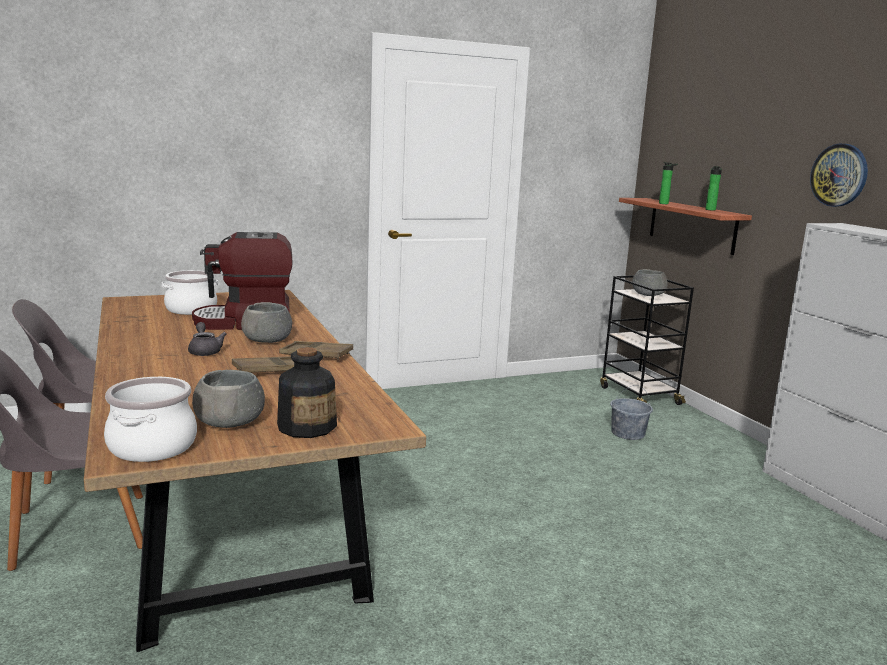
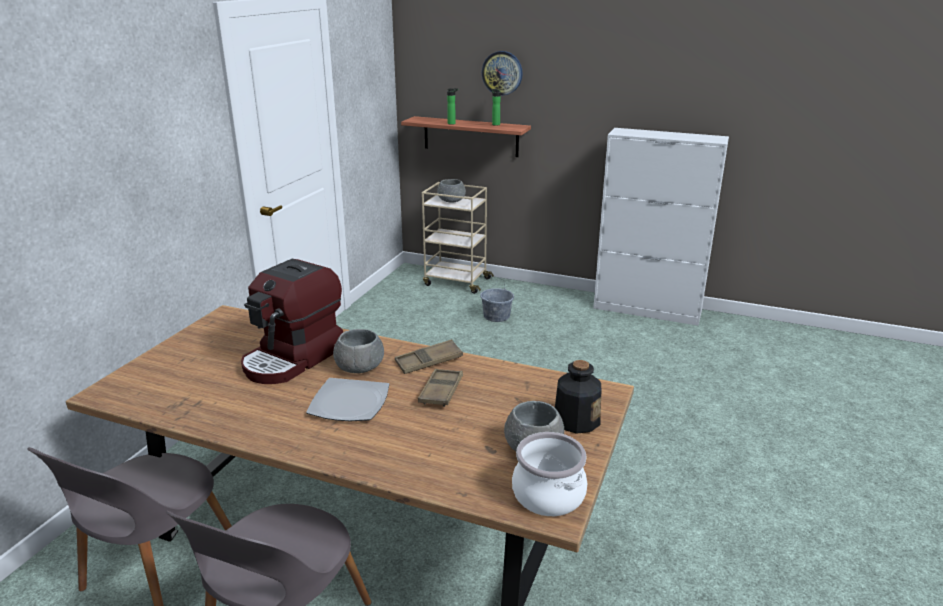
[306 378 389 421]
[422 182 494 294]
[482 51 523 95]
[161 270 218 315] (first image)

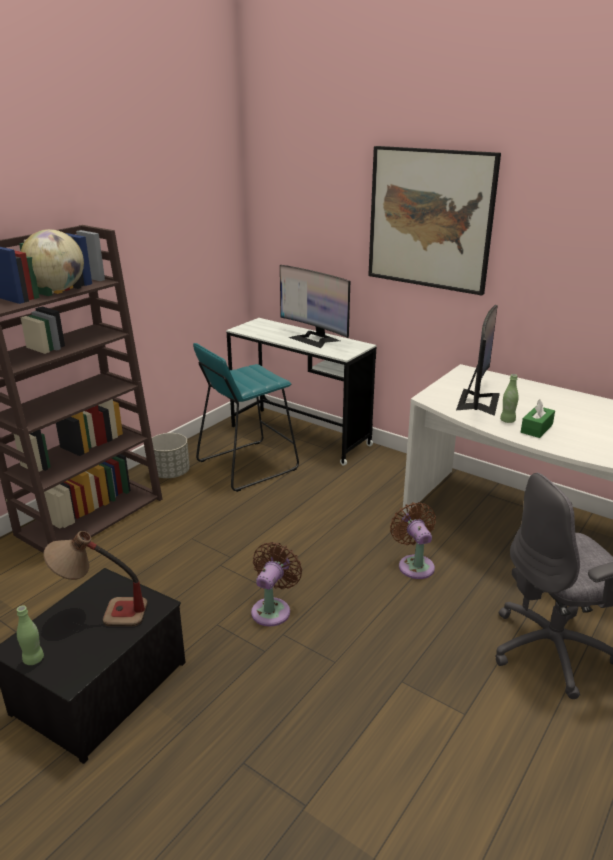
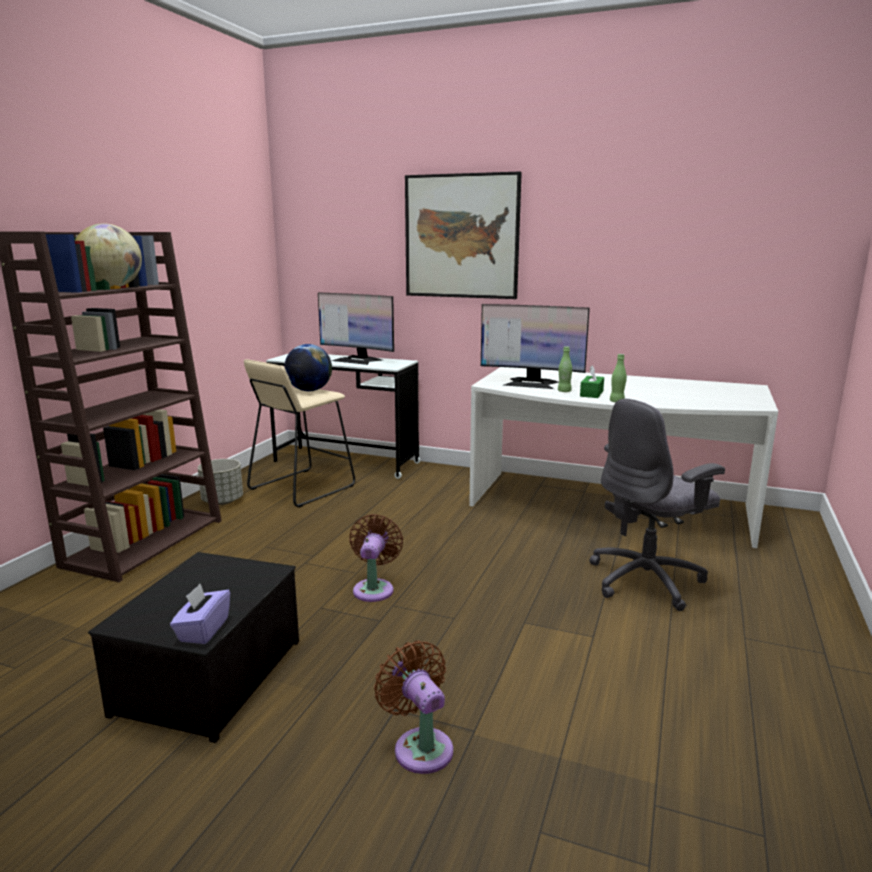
[170 584 230 644]
[244 359 355 508]
[284 344 332 391]
[374 640 453 774]
[481 304 590 389]
[610 354 627 402]
[43 531 148 626] (first image)

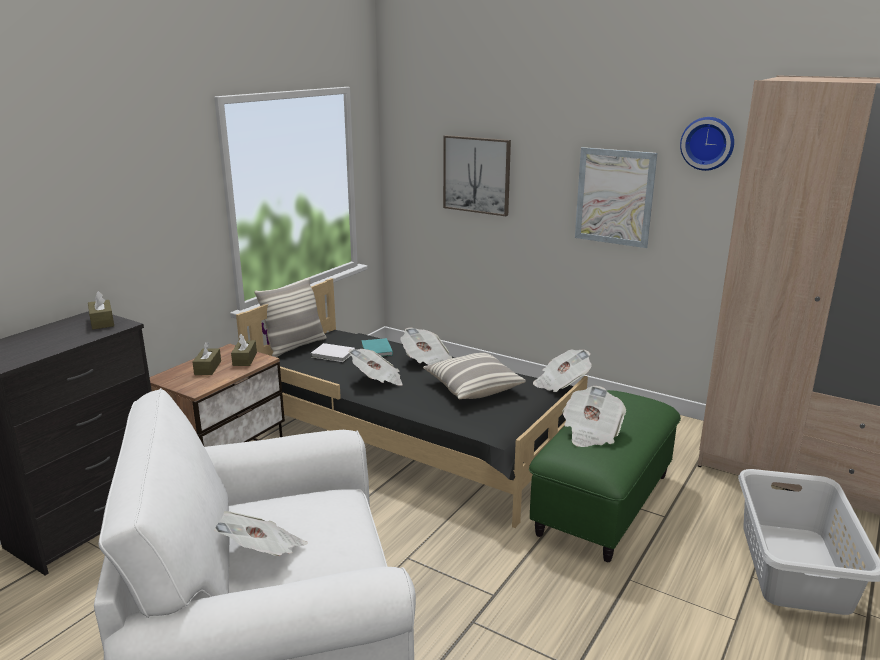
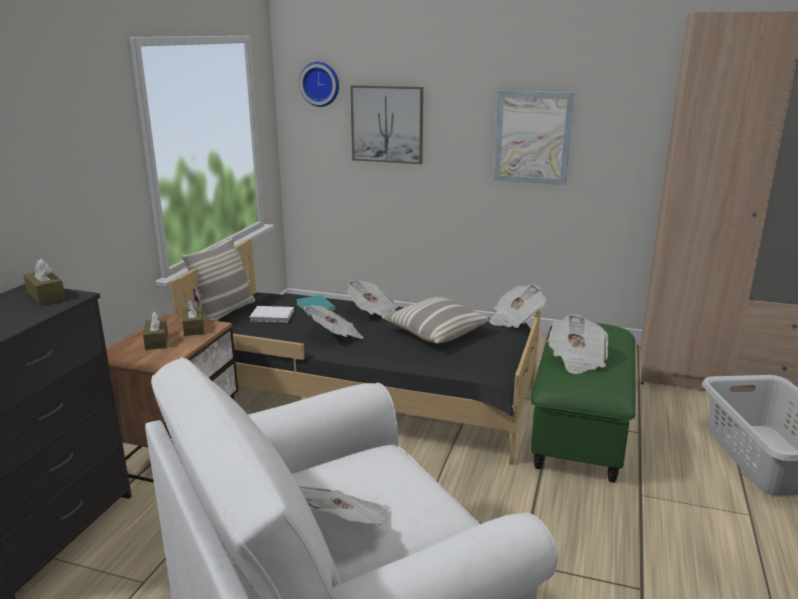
[299 62 339 107]

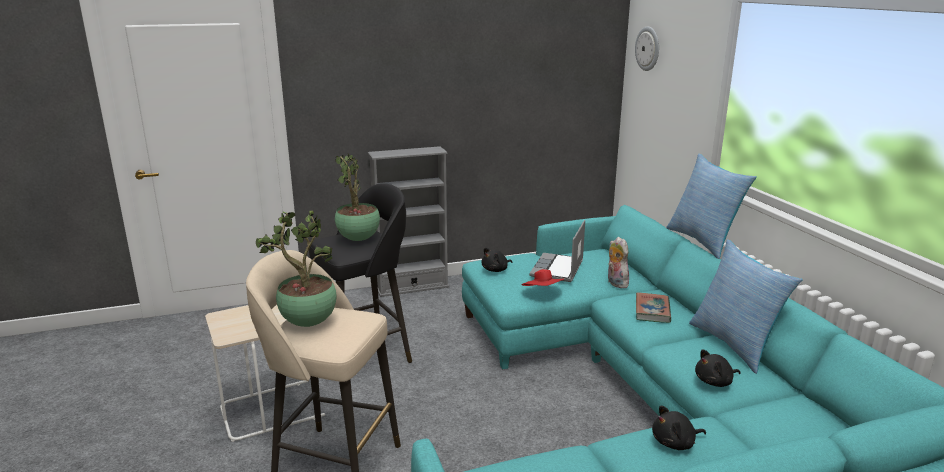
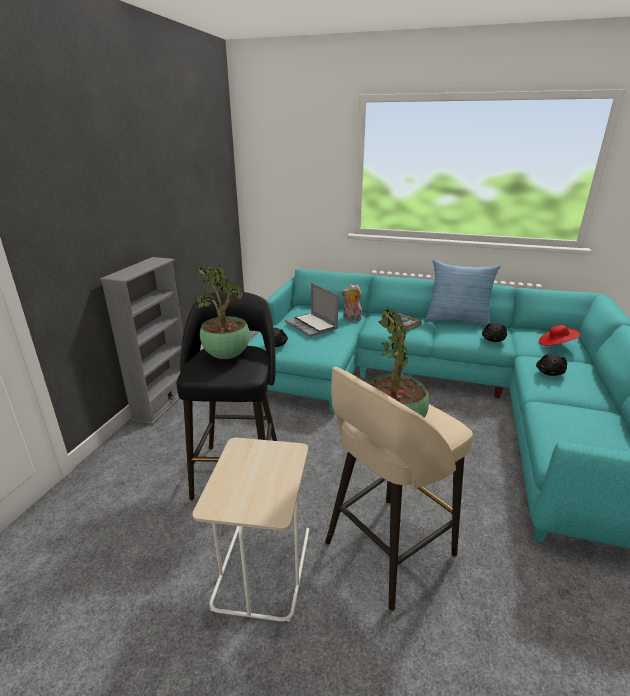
[539 325 580 346]
[635 26 659 71] (first image)
[666 153 757 259] (first image)

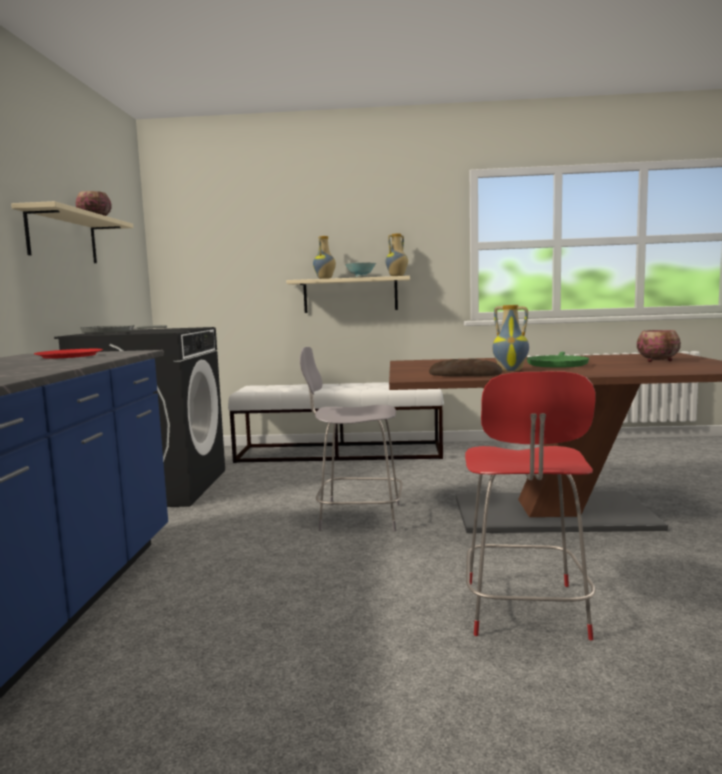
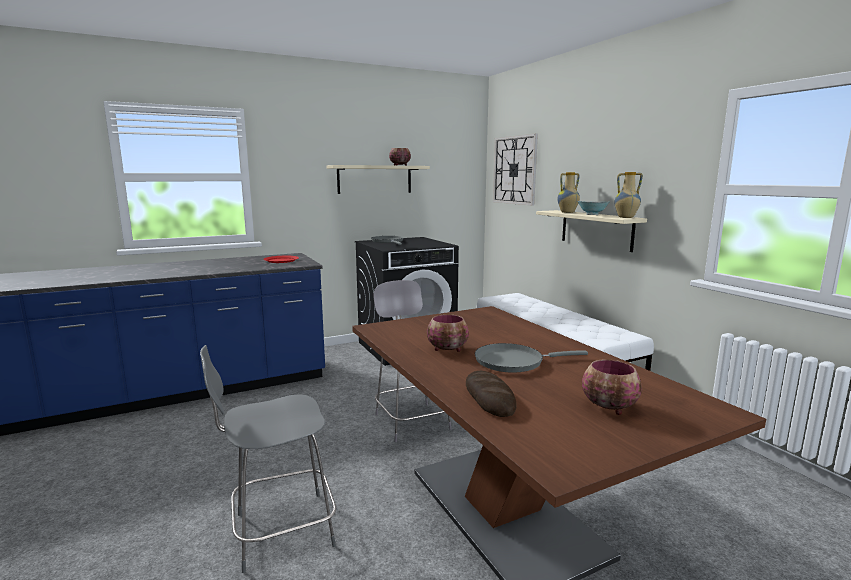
[200 345 336 573]
[427 314 469 352]
[466 371 517 417]
[475 343 588 373]
[493 134 538 205]

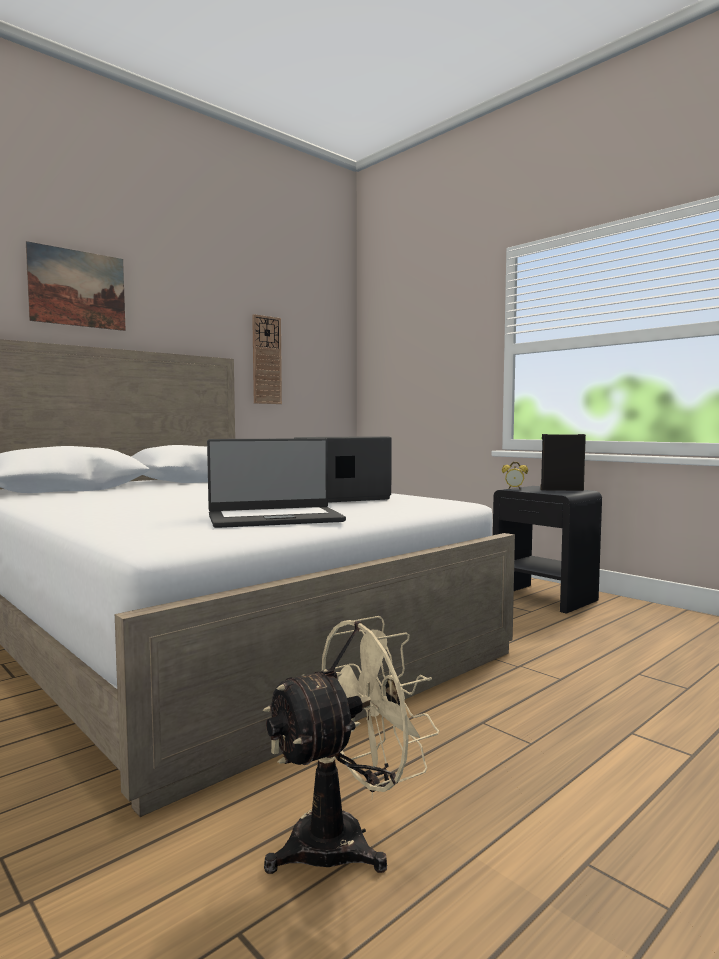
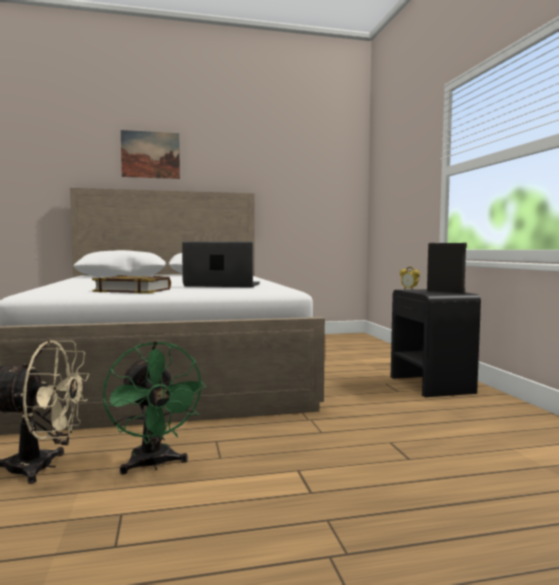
[92 275 171 293]
[103 341 207 474]
[252 314 282 404] (first image)

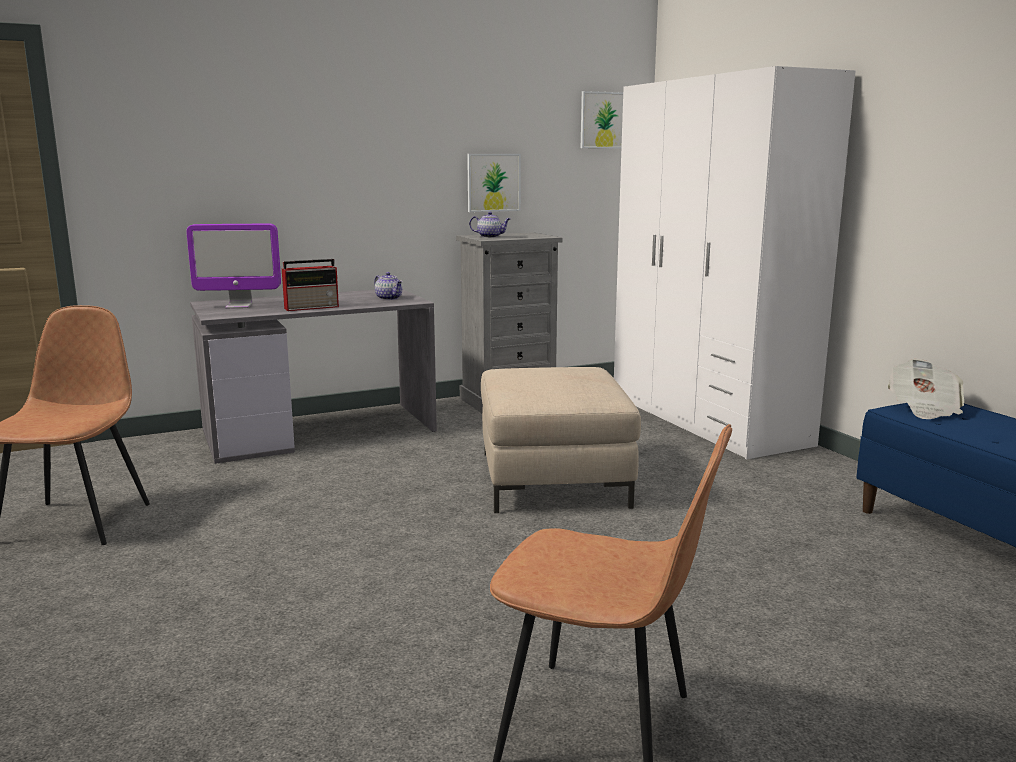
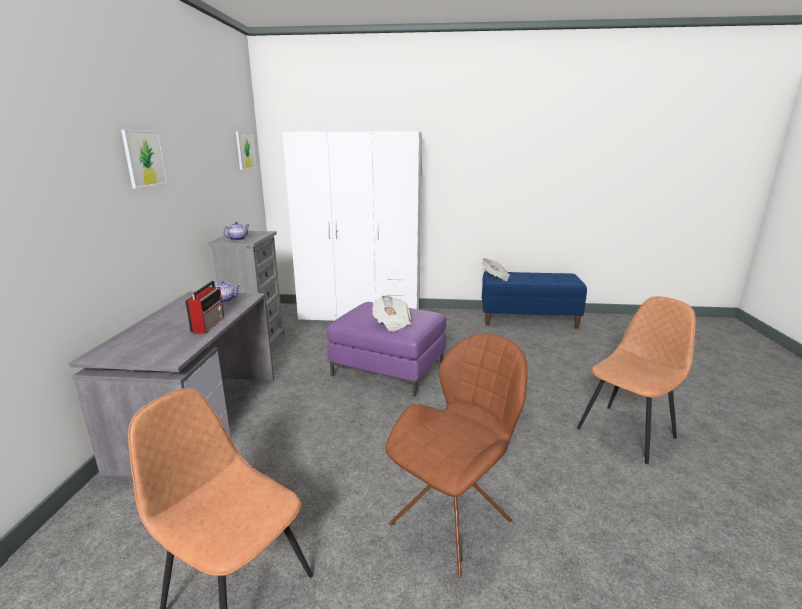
[121 130 167 189]
[327 302 446 397]
[372 295 411 332]
[386 334 527 578]
[186 224 281 308] (first image)

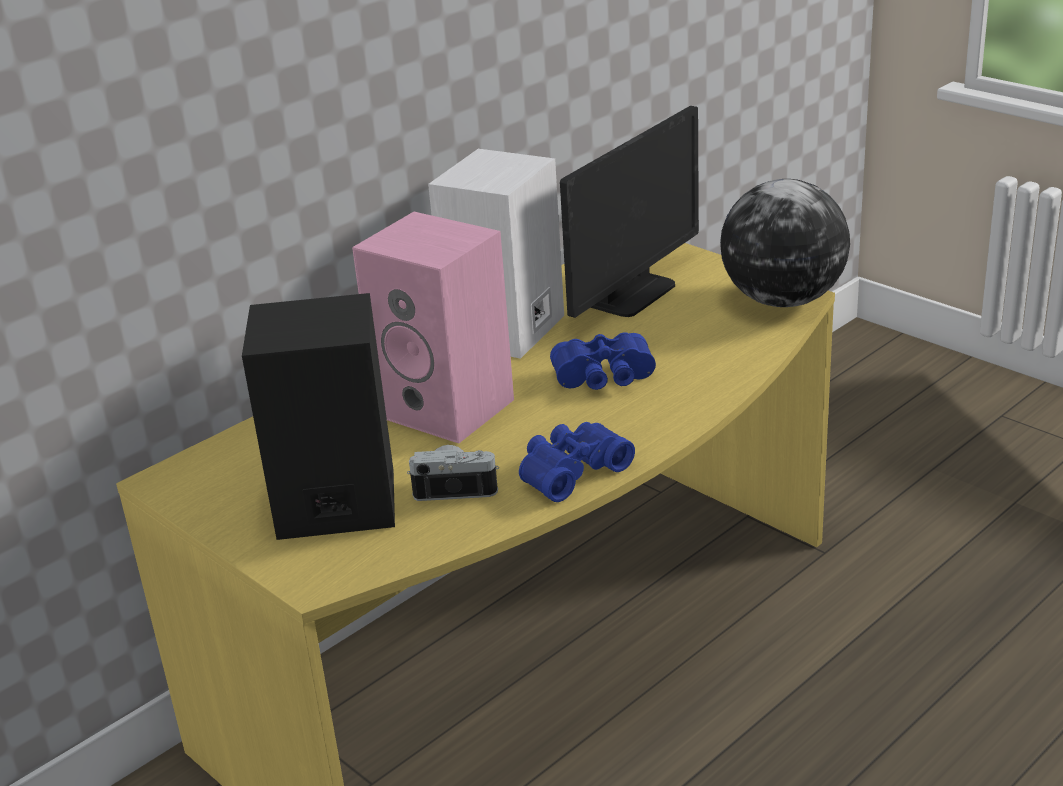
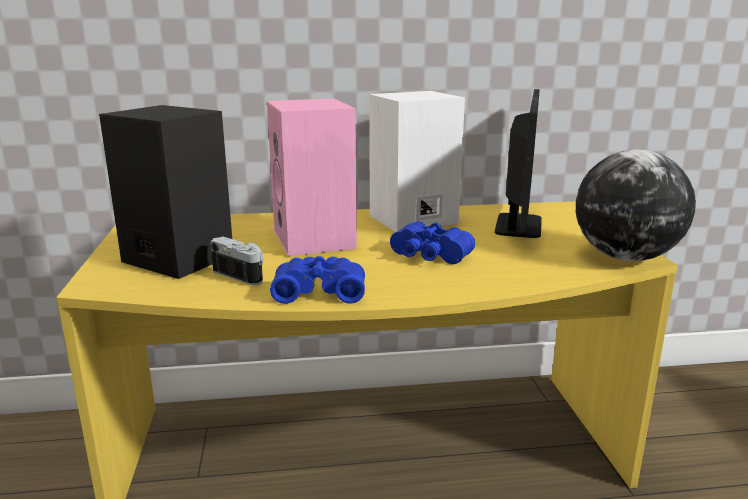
[495 89 542 238]

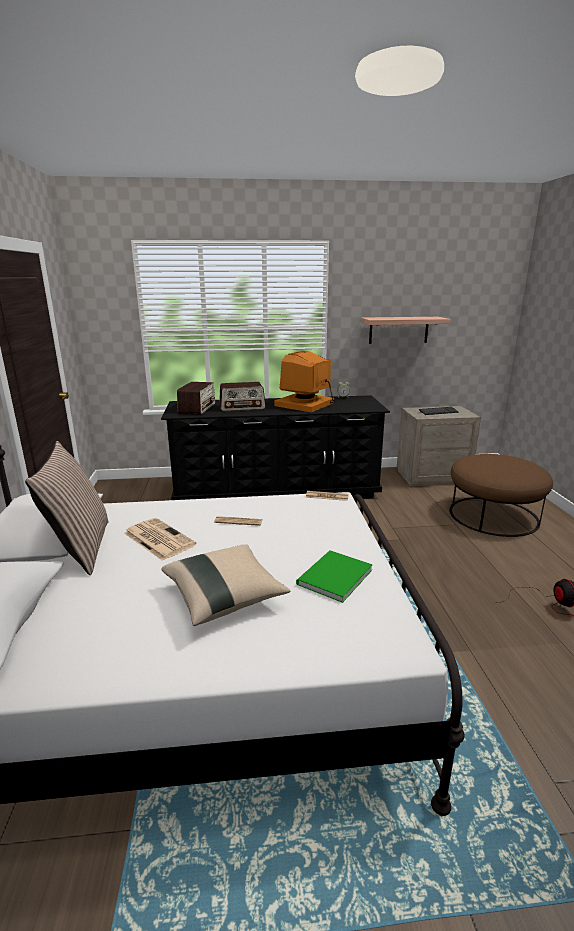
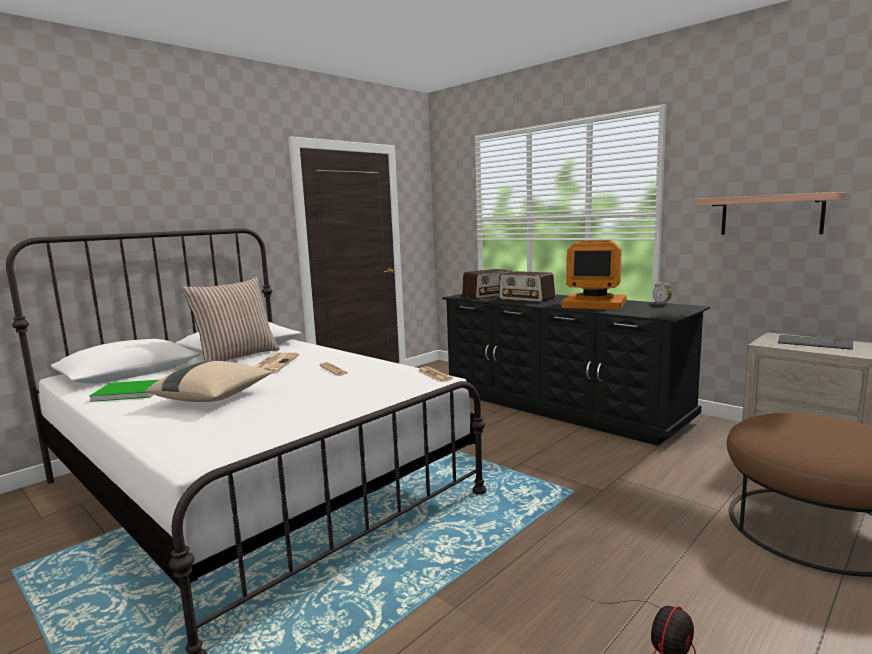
[89 380 159 402]
[561 240 627 310]

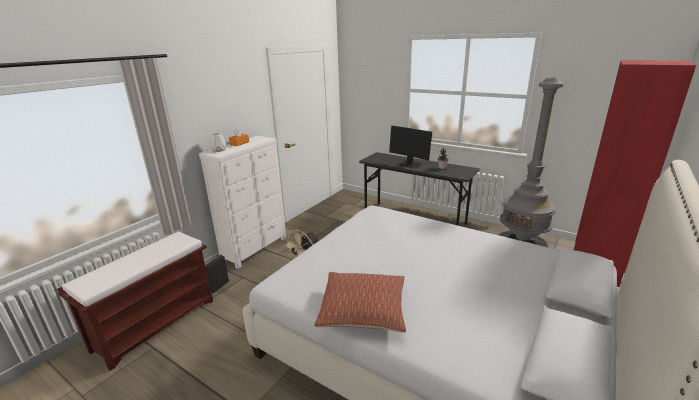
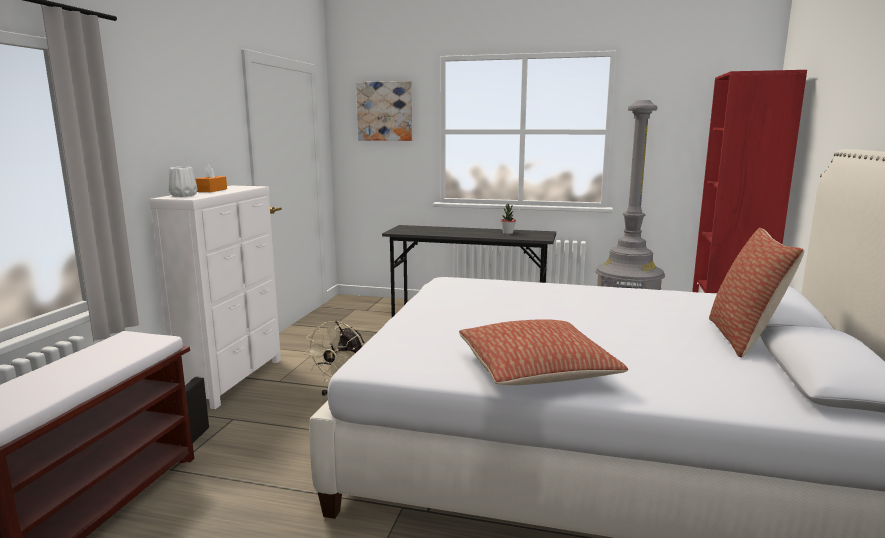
[356 81 412 141]
[709 228 805 358]
[389 126 432 168] (first image)

